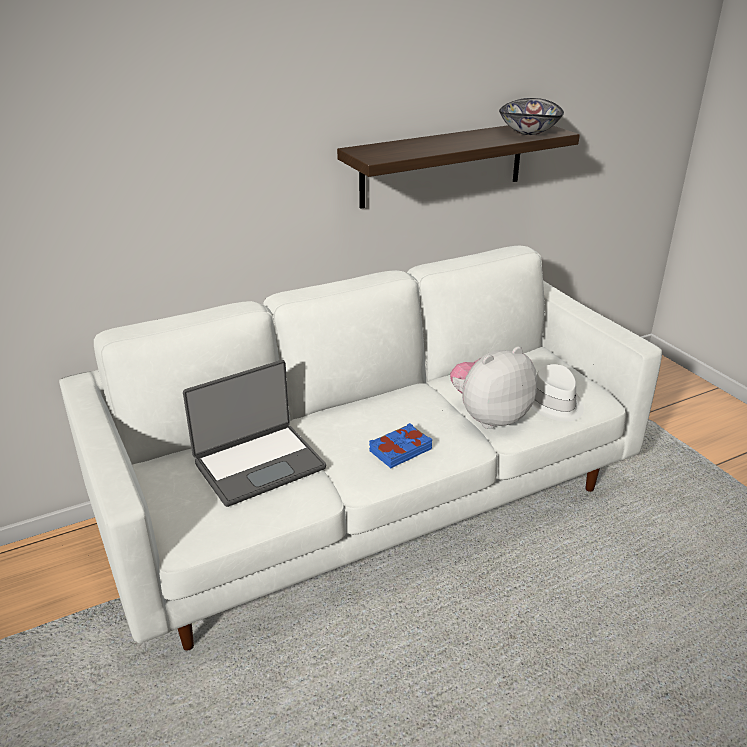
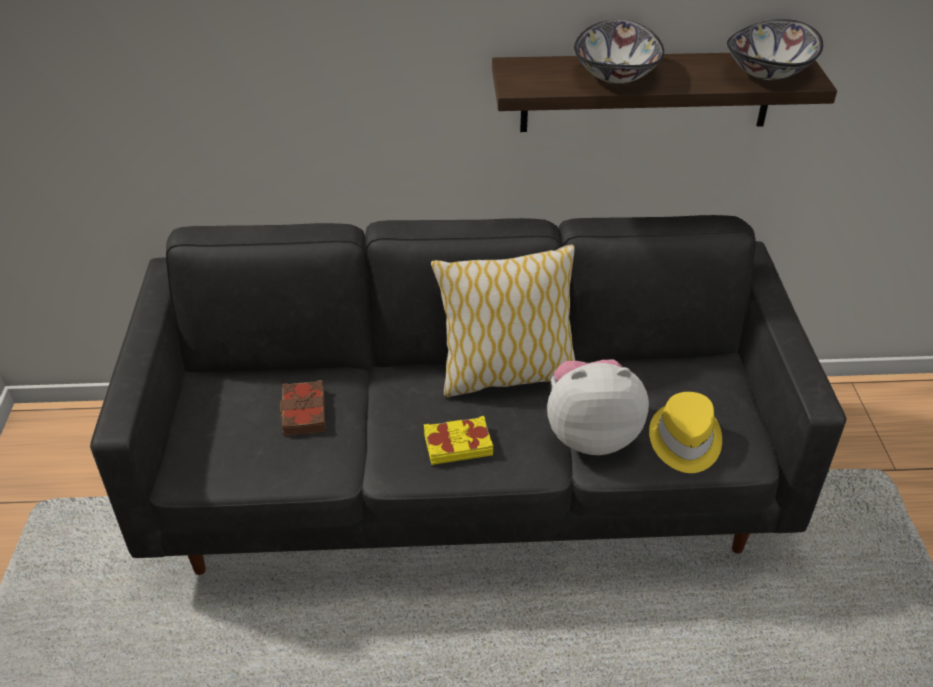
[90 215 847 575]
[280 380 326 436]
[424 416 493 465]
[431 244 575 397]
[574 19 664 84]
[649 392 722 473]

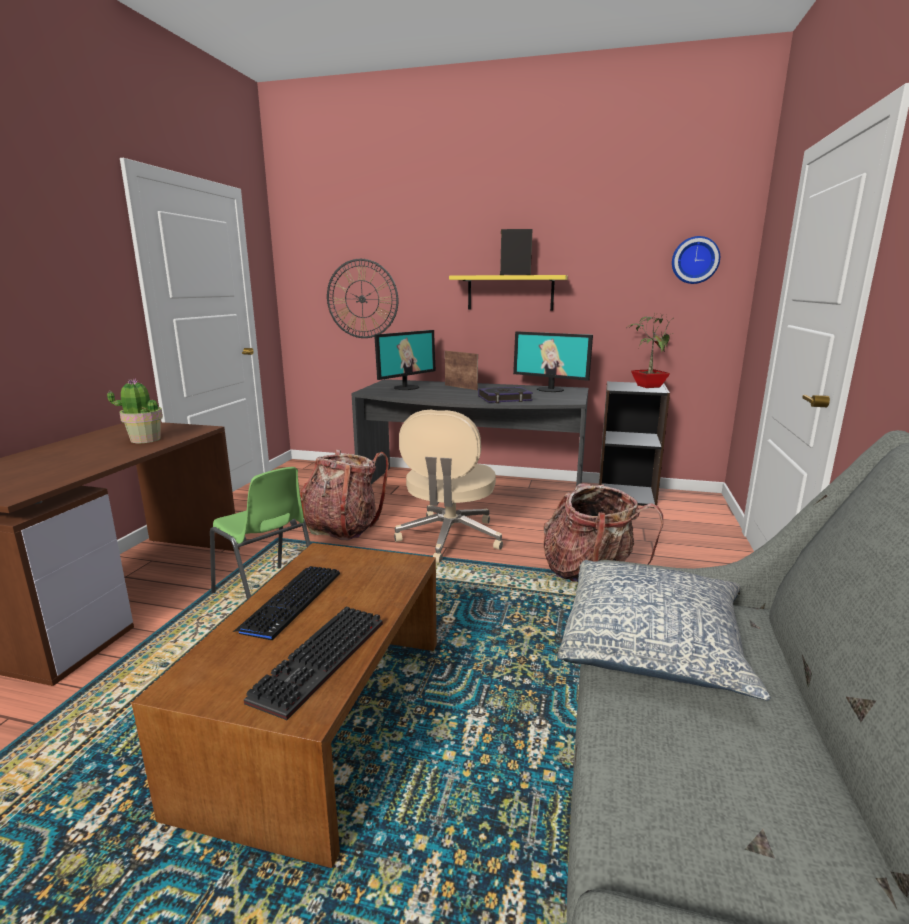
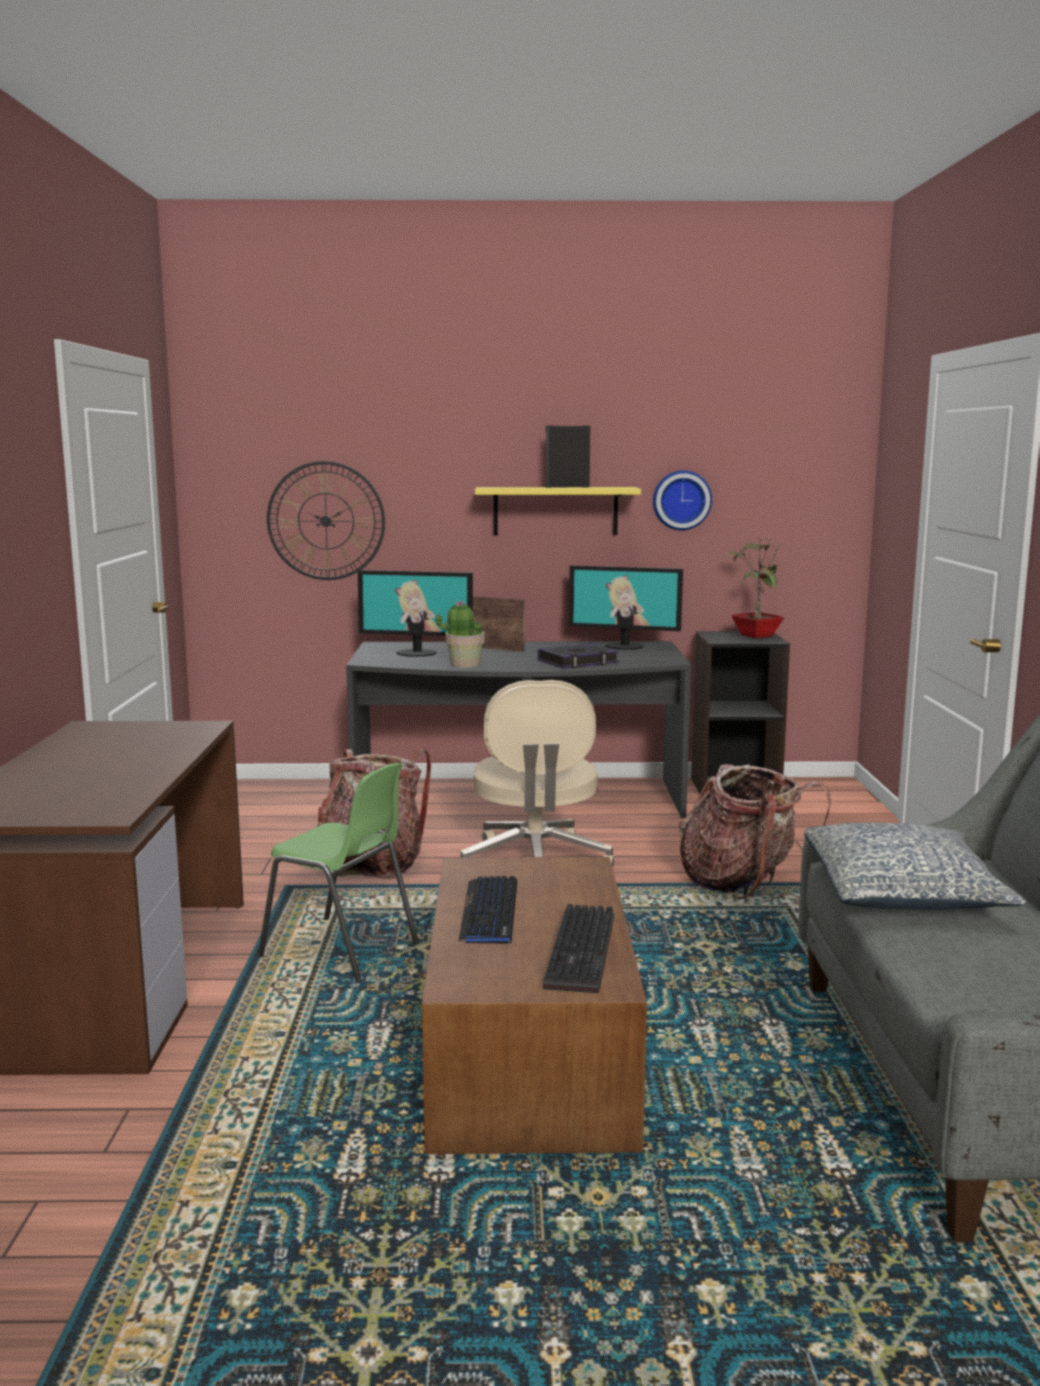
[358 570 473 657]
[436 600 485 668]
[653 470 712 530]

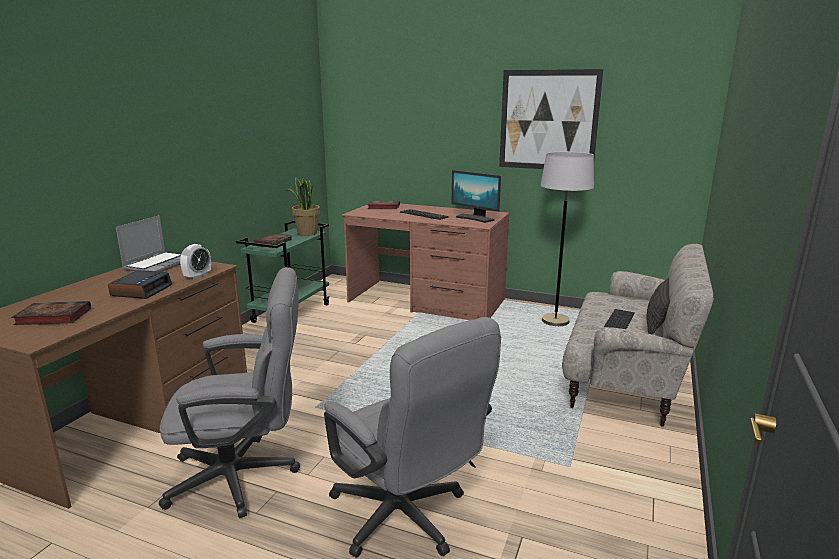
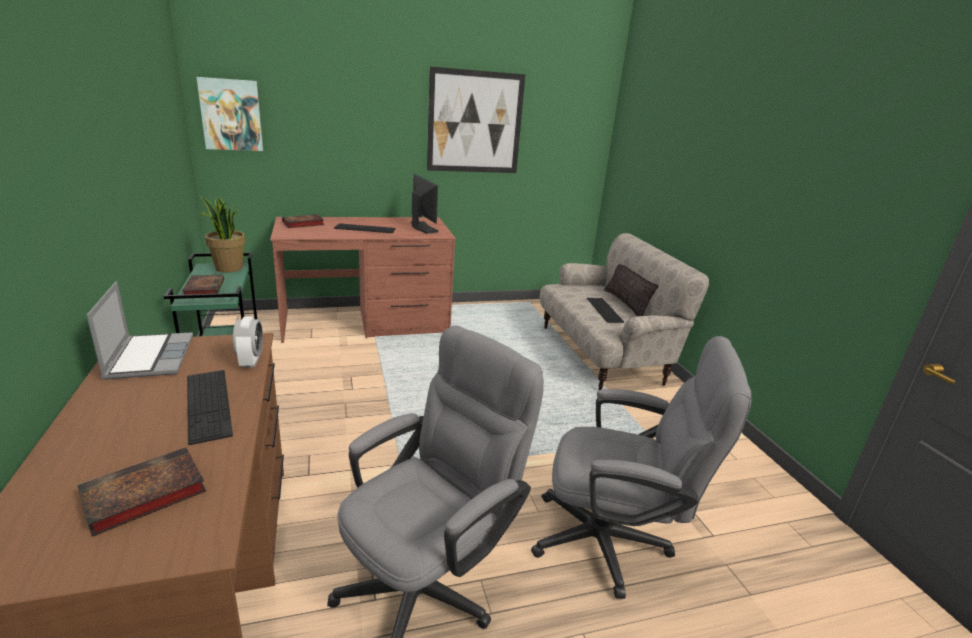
[187 370 233 445]
[196 77 263 151]
[411 174 439 234]
[541 152 594 326] (first image)

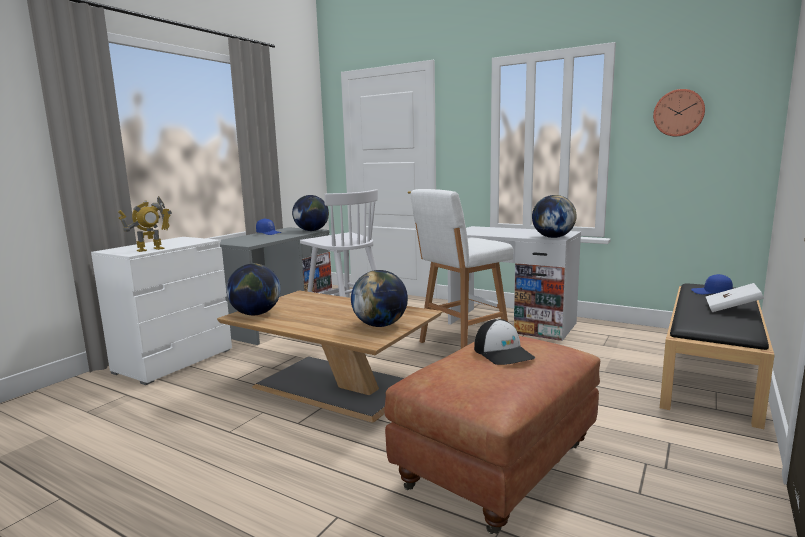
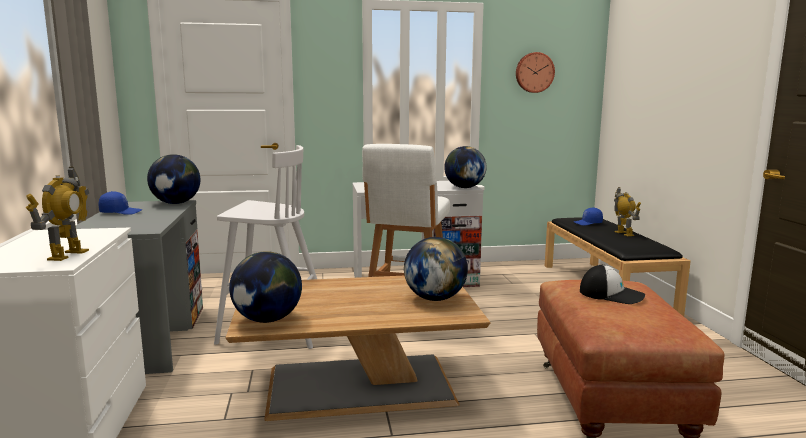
[614 187 641 236]

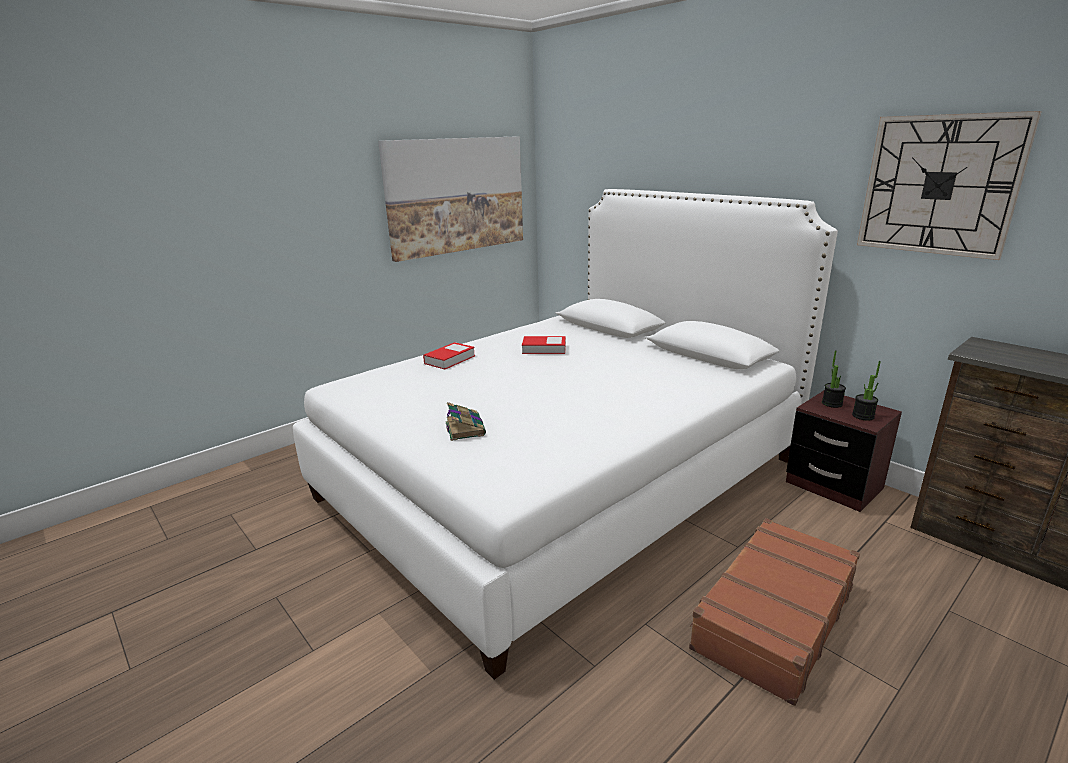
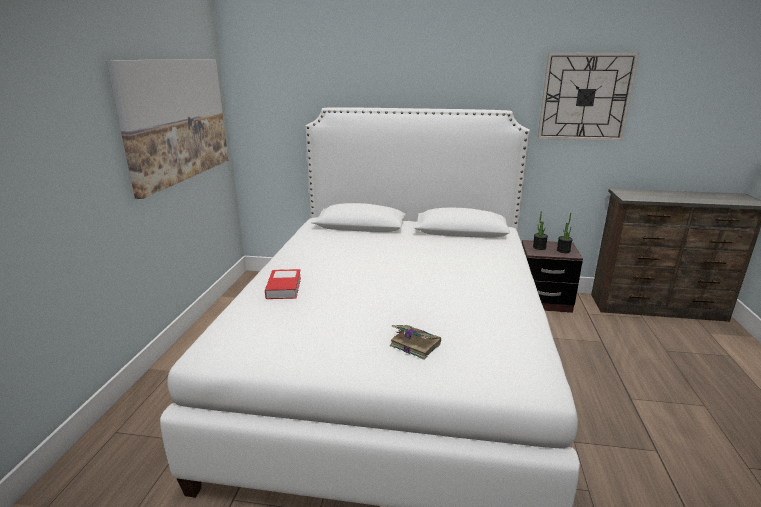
[522 336 566 354] (first image)
[689 518 860 706] (first image)

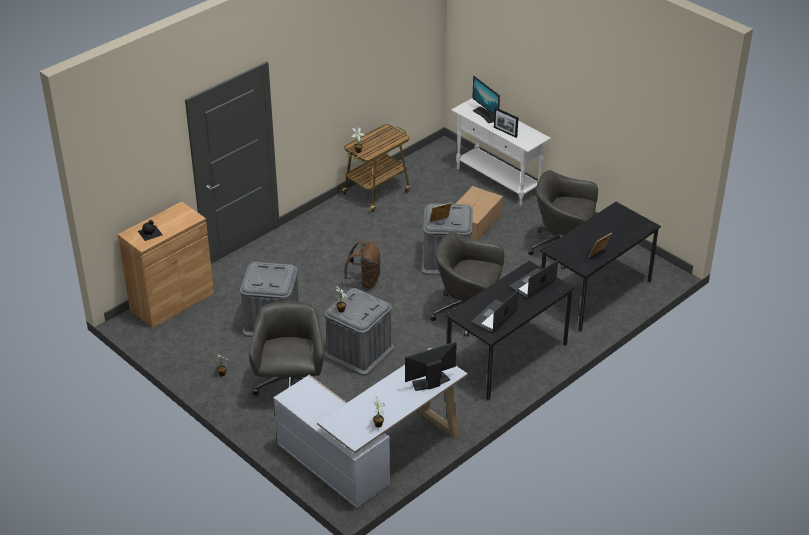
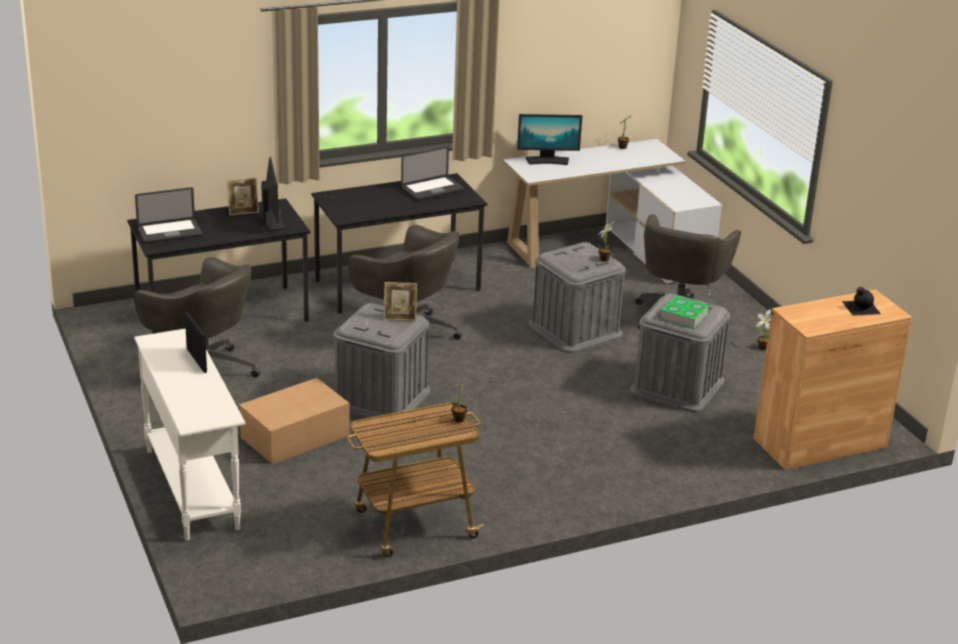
[135 187 202 243]
[261 157 286 232]
[660 296 710 329]
[344 241 381 290] (first image)

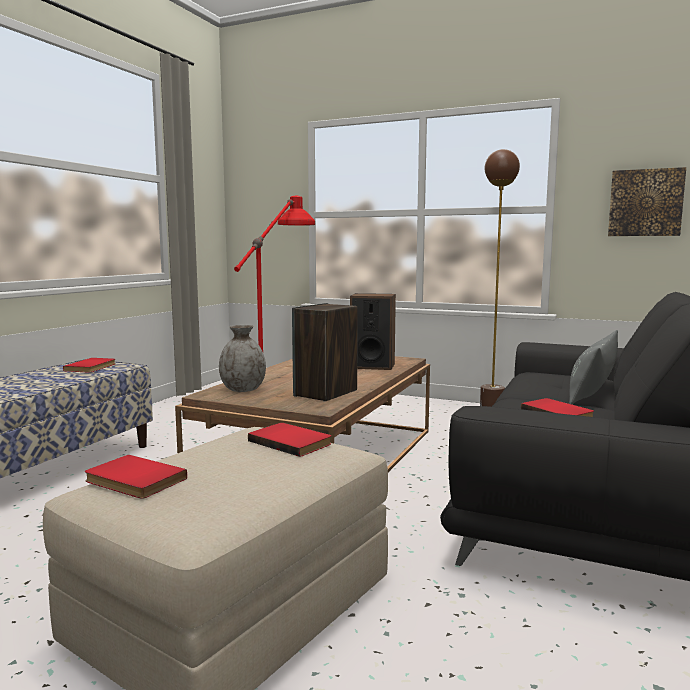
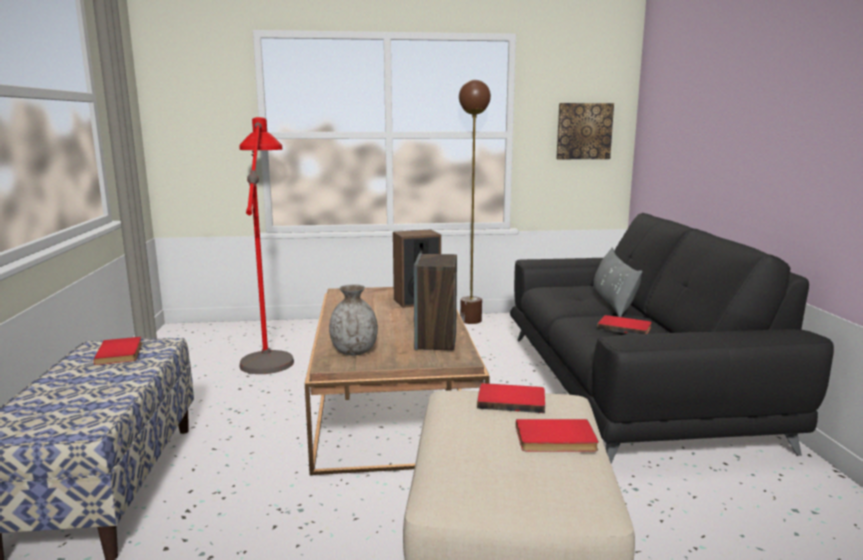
[516 419 599 452]

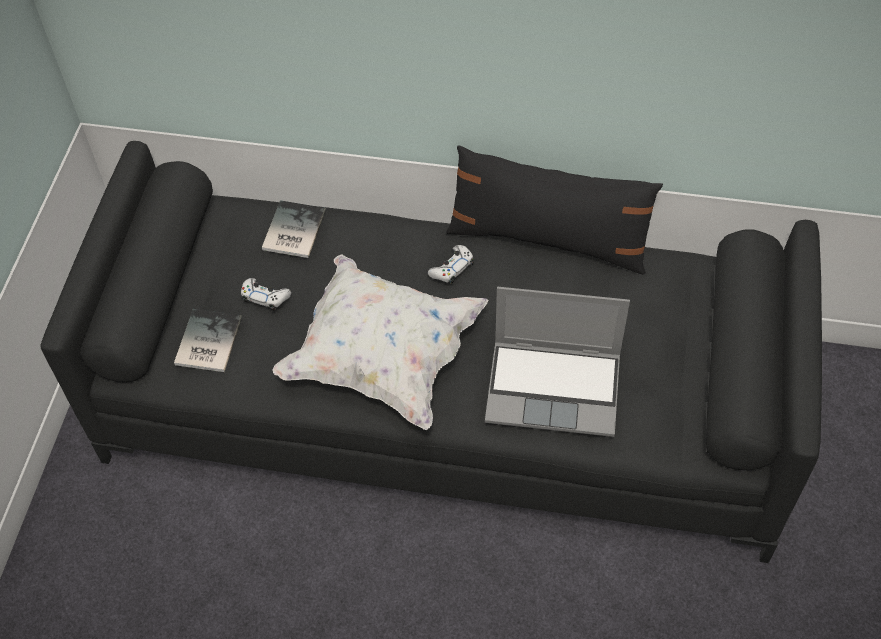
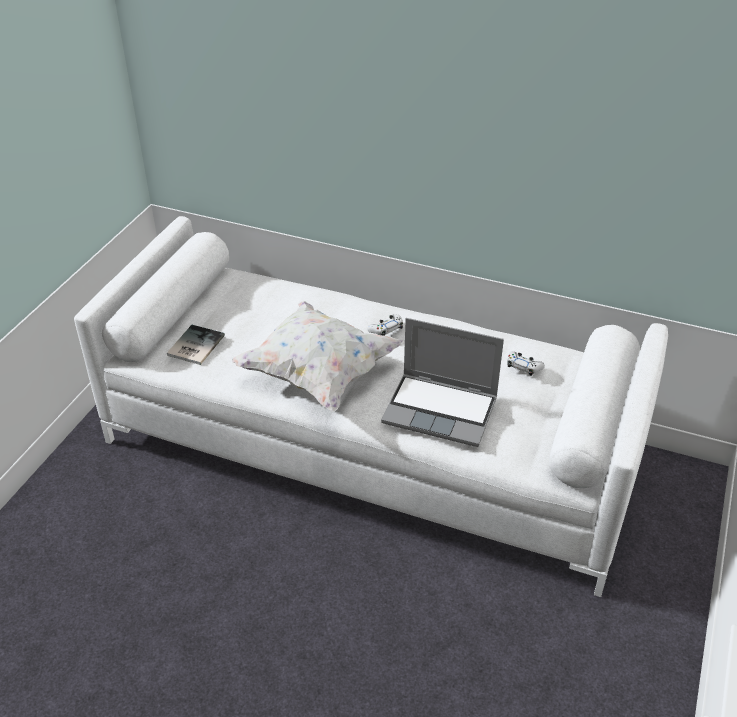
[74 216 668 597]
[507 351 545 376]
[262 200 326 258] (first image)
[446 145 663 275] (first image)

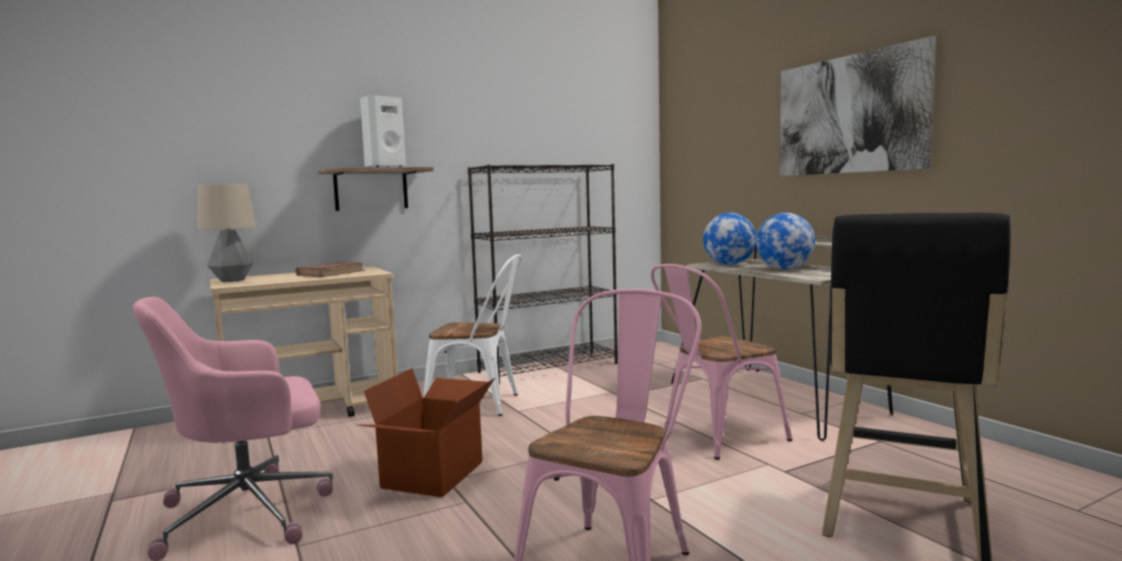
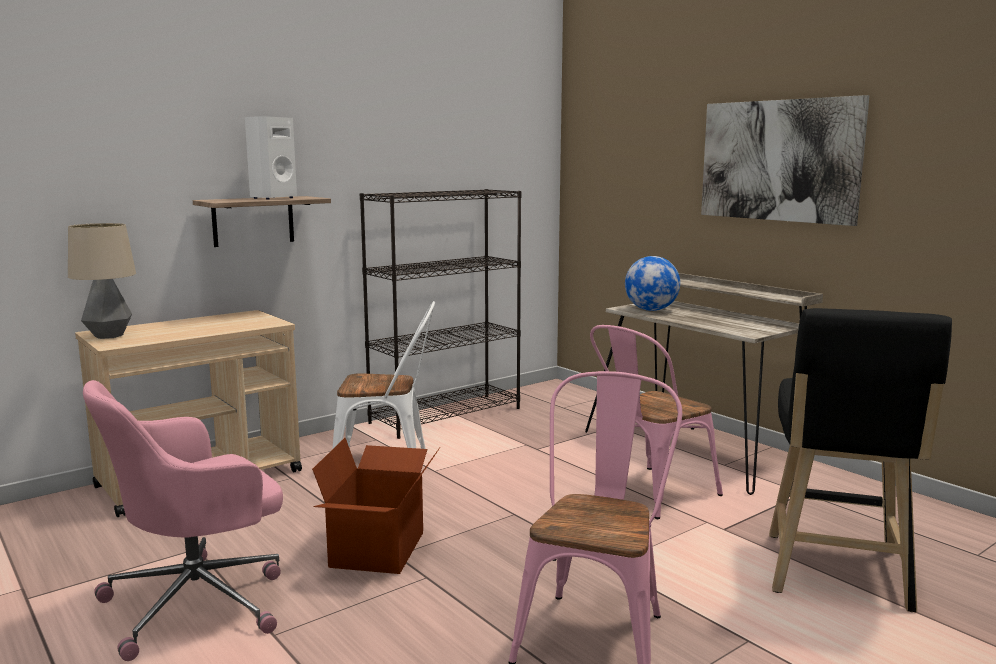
[295 262 365 277] (first image)
[756 213 815 269] (first image)

